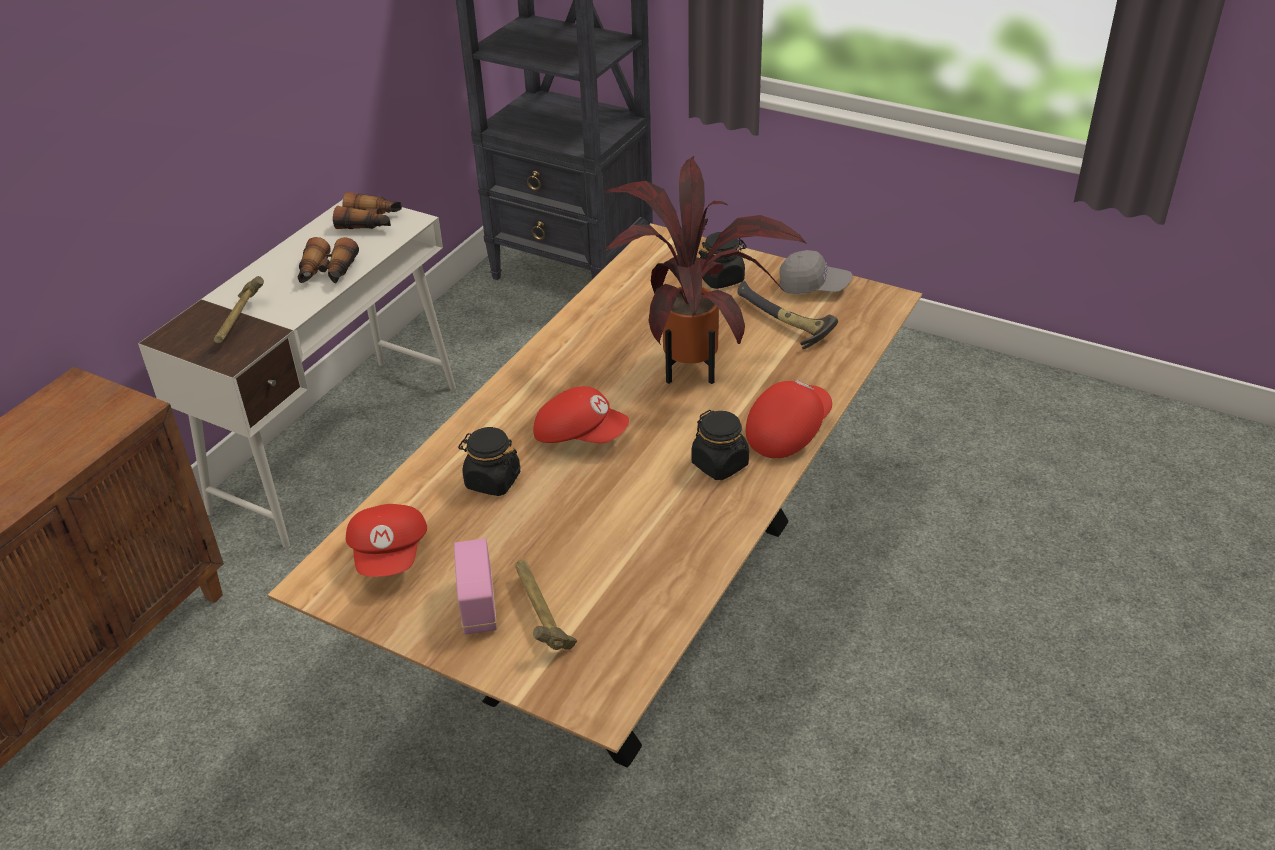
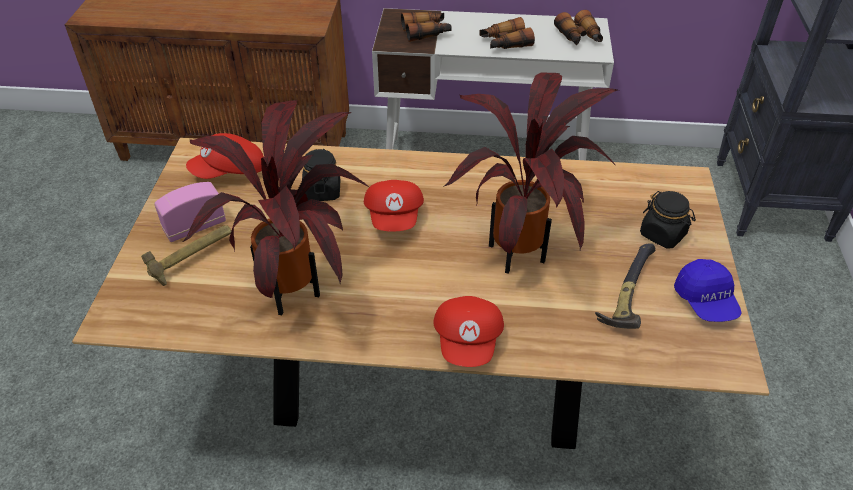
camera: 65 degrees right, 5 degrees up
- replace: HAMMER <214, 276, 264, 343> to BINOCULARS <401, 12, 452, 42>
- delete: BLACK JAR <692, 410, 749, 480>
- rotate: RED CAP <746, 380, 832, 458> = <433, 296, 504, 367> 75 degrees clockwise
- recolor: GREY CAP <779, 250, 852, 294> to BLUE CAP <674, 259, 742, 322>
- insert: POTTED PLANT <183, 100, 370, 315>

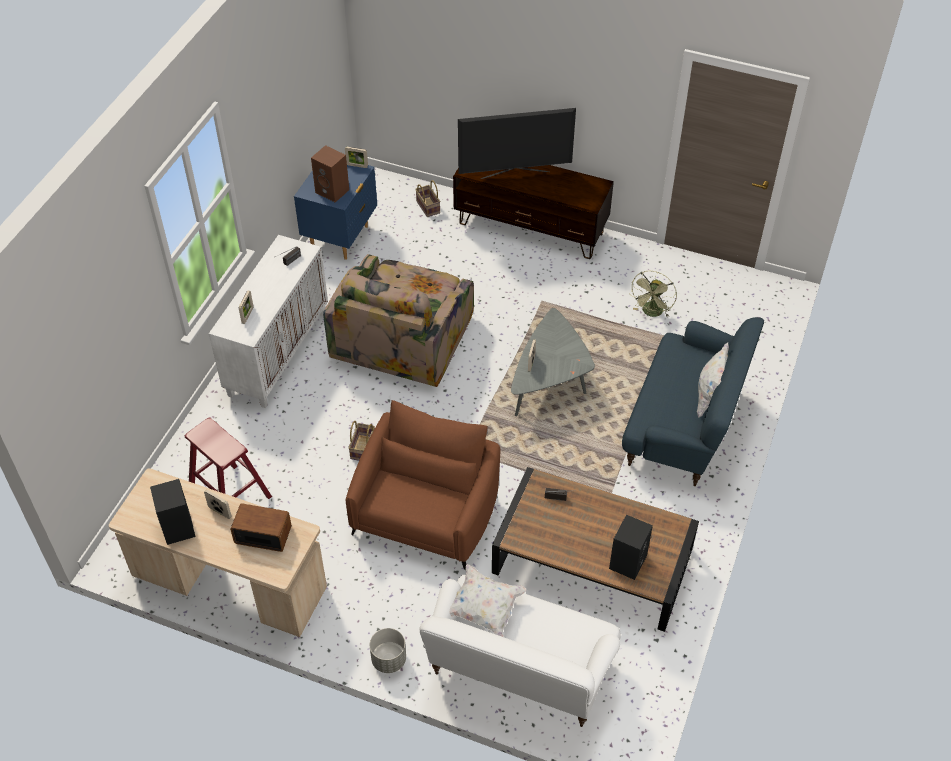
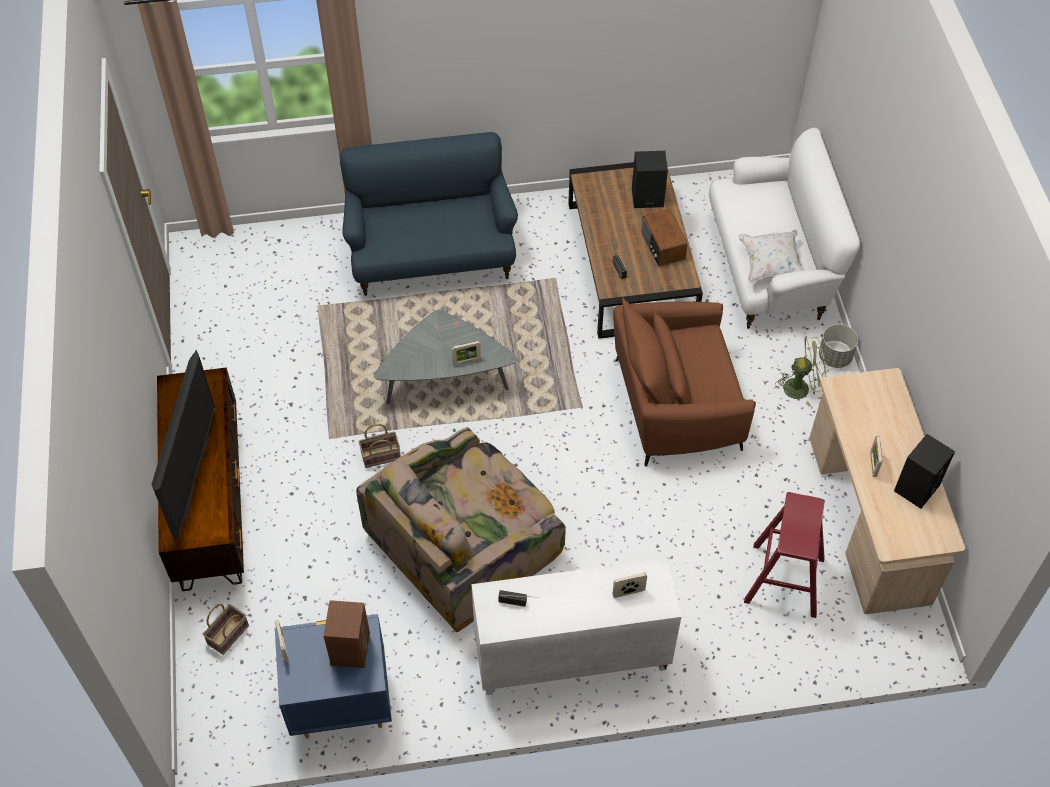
camera: 120 degrees left, 5 degrees up
- move: RADIO <230, 503, 292, 552> to <642, 209, 688, 266>
- rotate: ARMCHAIR <323, 254, 474, 387> = <356, 427, 566, 632> 150 degrees clockwise
- move: BASKET <348, 421, 375, 461> to <358, 424, 401, 468>
- rotate: TELEVISION <458, 108, 576, 179> = <151, 350, 215, 541> 45 degrees clockwise
- move: GREEN FAN <630, 271, 677, 317> to <775, 337, 827, 407>
- delete: WHITE PILLOW <697, 342, 729, 418>

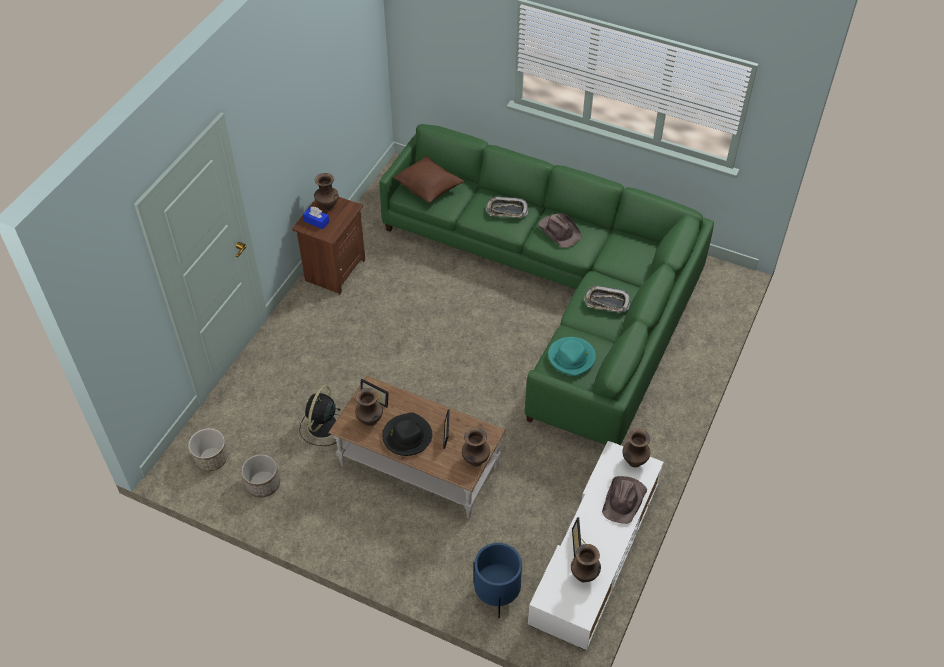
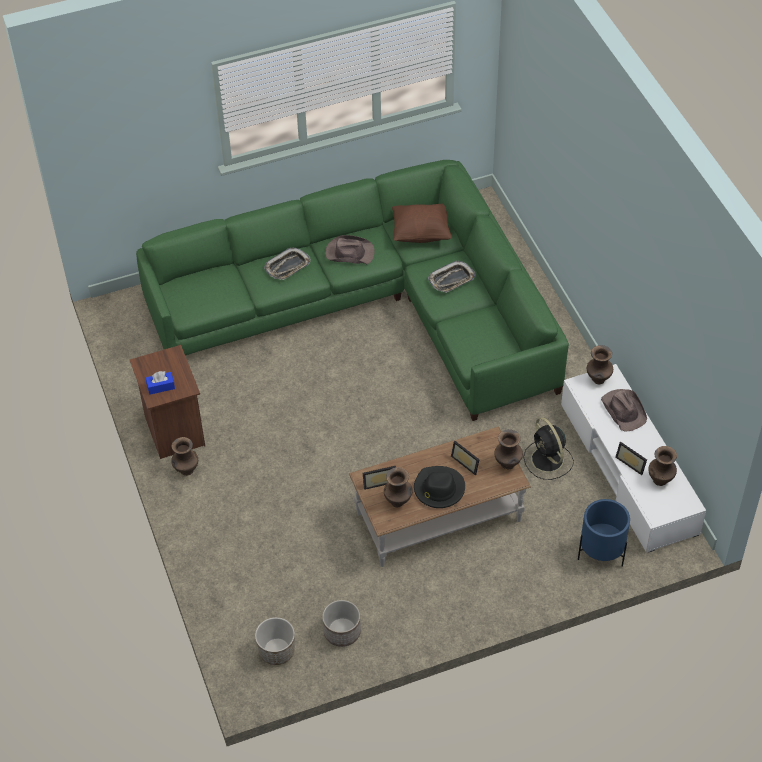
camera: 45 degrees left, 0 degrees up
- move: BLACK FAN <299, 385, 341, 446> to <524, 417, 574, 480>
- move: BROWN VASE <314, 173, 339, 211> to <171, 437, 198, 476>
- move: BROWN PILLOW <394, 156, 464, 202> to <392, 204, 452, 243>
- delete: TURQUOISE HAT <548, 337, 596, 376>

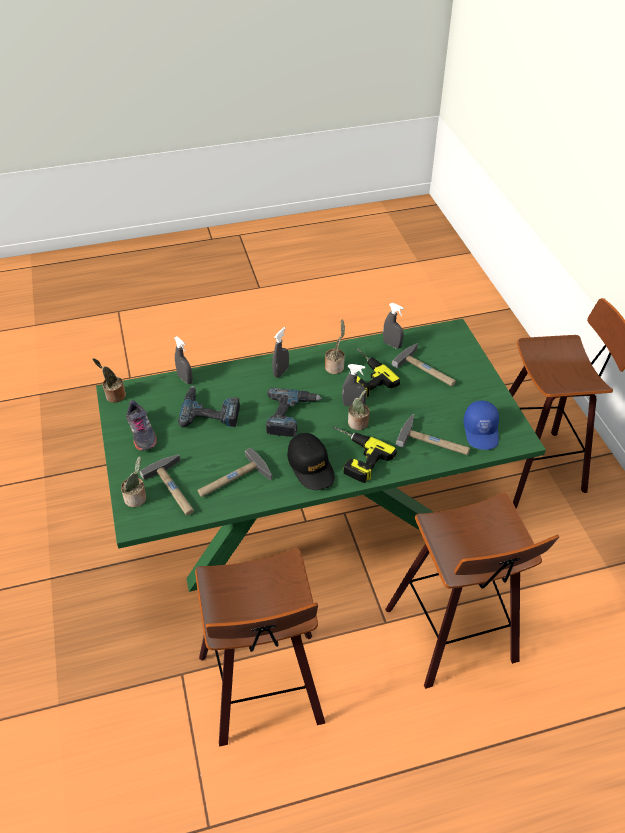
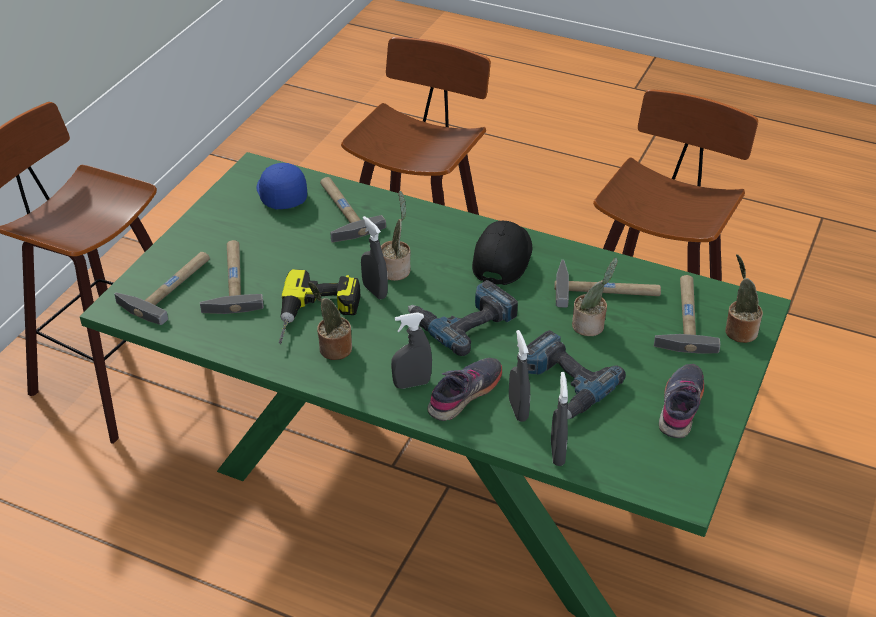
camera: 140 degrees left, 5 degrees down
- move: POTTED PLANT <92, 358, 126, 403> to <572, 258, 618, 336>
- delete: POWER DRILL <333, 426, 397, 483>
- move: GREY SPRAY BOTTLE <383, 303, 404, 349> to <509, 330, 530, 422>
- rotate: BLUE CAP <463, 400, 499, 450> = <257, 163, 307, 209> 60 degrees counterclockwise
- insert: HAMMER <115, 252, 210, 325>
- insert: GREY SHOE <427, 358, 502, 421>

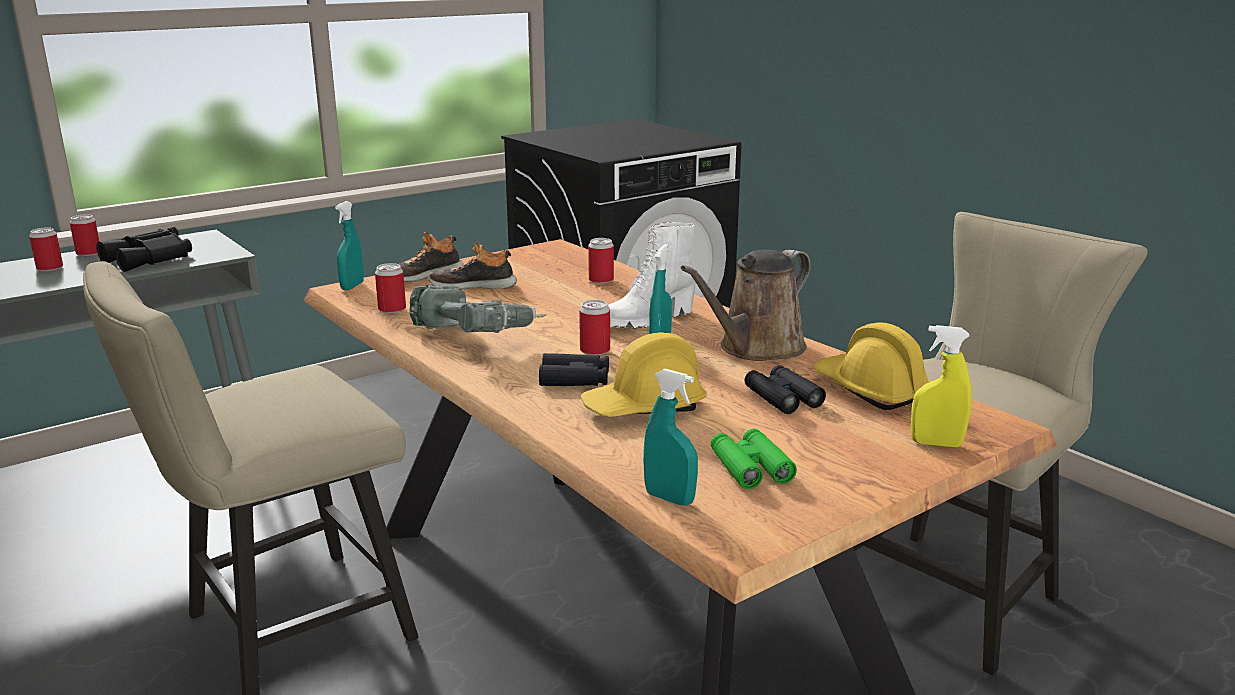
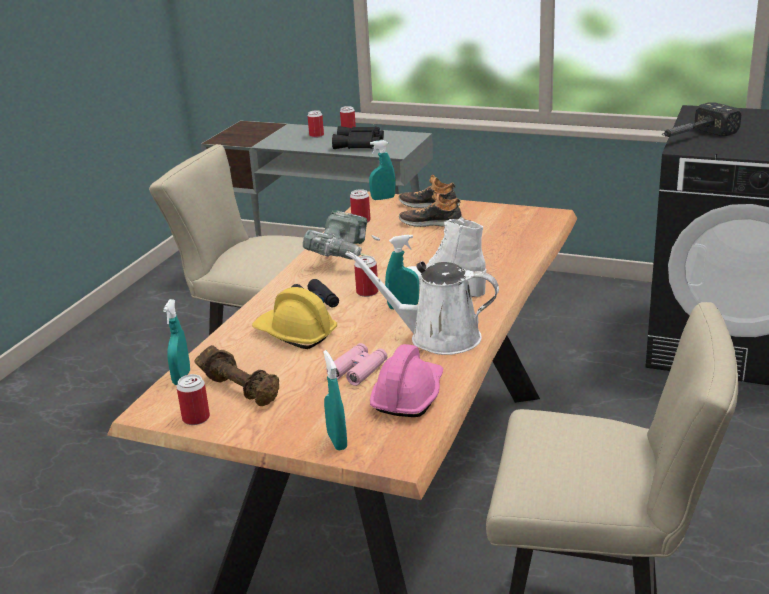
camera: 60 degrees right, 5 degrees up
- rotate: SHOE <428, 242, 517, 290> = <399, 191, 464, 227> 45 degrees counterclockwise
- move: CAN <588, 238, 614, 284> to <177, 374, 210, 425>
- recolor: BROWN WATERING CAN <681, 250, 811, 361> to WHITE WATERING CAN <345, 251, 499, 355>
- replace: GREEN BINOCULARS <711, 429, 797, 489> to BROWN DUMBBELL <195, 345, 279, 406>
- recolor: BLACK BINOCULARS <745, 365, 826, 414> to PINK BINOCULARS <327, 343, 387, 386>
- recolor: YELLOW HARD HAT <813, 322, 931, 410> to PINK HARD HAT <370, 344, 443, 417>
- recolor: YELLOW SPRAY BOTTLE <911, 325, 972, 447> to TURQUOISE SPRAY BOTTLE <323, 350, 347, 451>
- insert: HAMMER <661, 103, 741, 137>

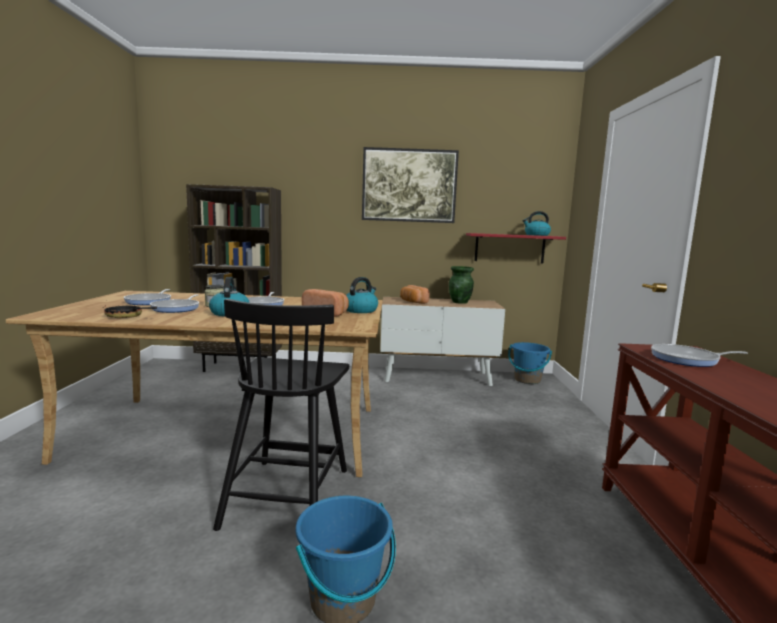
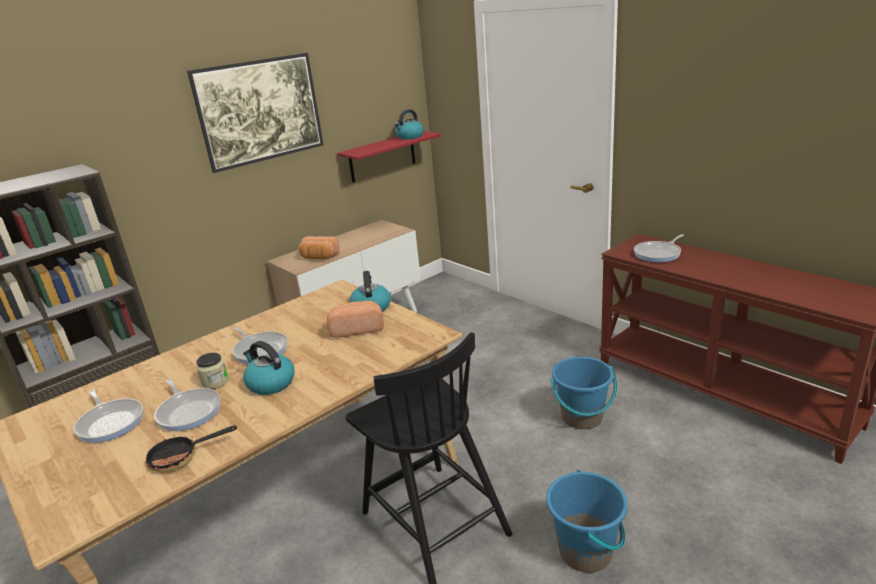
camera: 40 degrees left, 15 degrees up
- delete: GREEN VASE <449, 266, 474, 304>
- move: BLUE BUCKET <508, 342, 552, 384> to <550, 357, 617, 429>

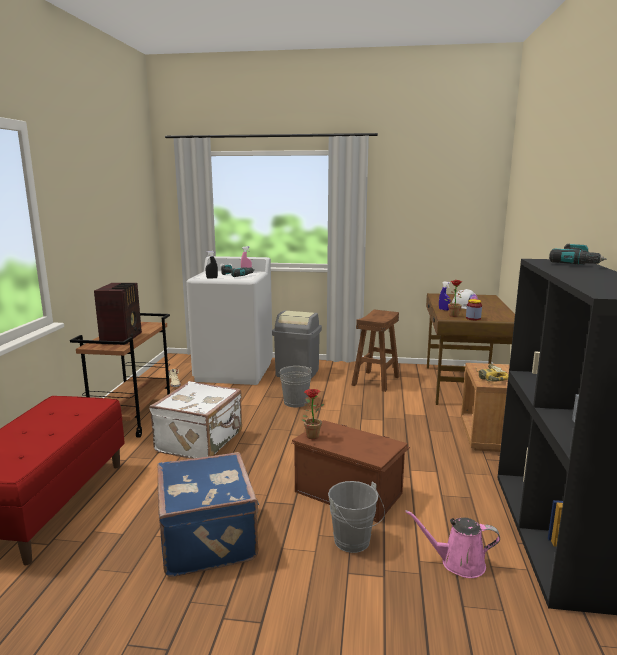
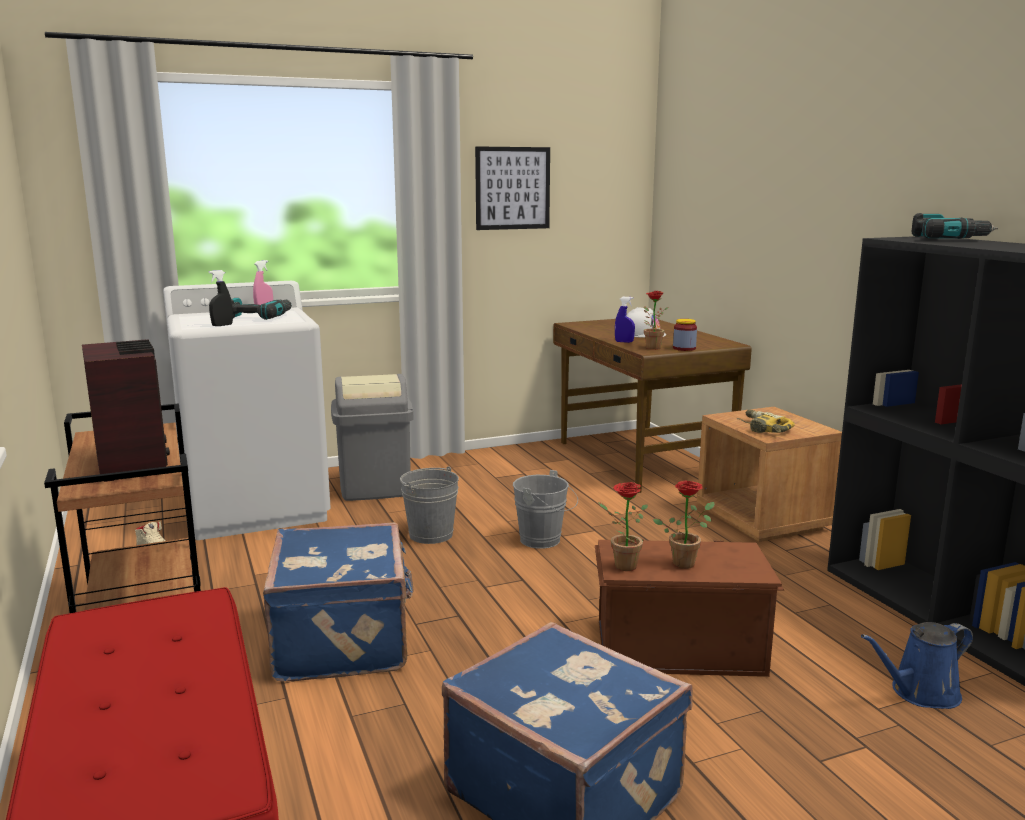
camera: 30 degrees left, 0 degrees up
- recolor: WHITE SUITCASE <149, 381, 242, 459> to BLUE SUITCASE <263, 522, 414, 681>
- move: GREY BUCKET <328, 481, 385, 553> to <513, 470, 578, 549>
- delete: BROWN STOOL <351, 309, 400, 392>
- recolor: PINK WATERING CAN <405, 510, 500, 578> to BLUE WATERING CAN <861, 622, 973, 709>
- insert: PICTURE <475, 146, 550, 230>
- insert: POTTED PLANT <653, 480, 715, 569>

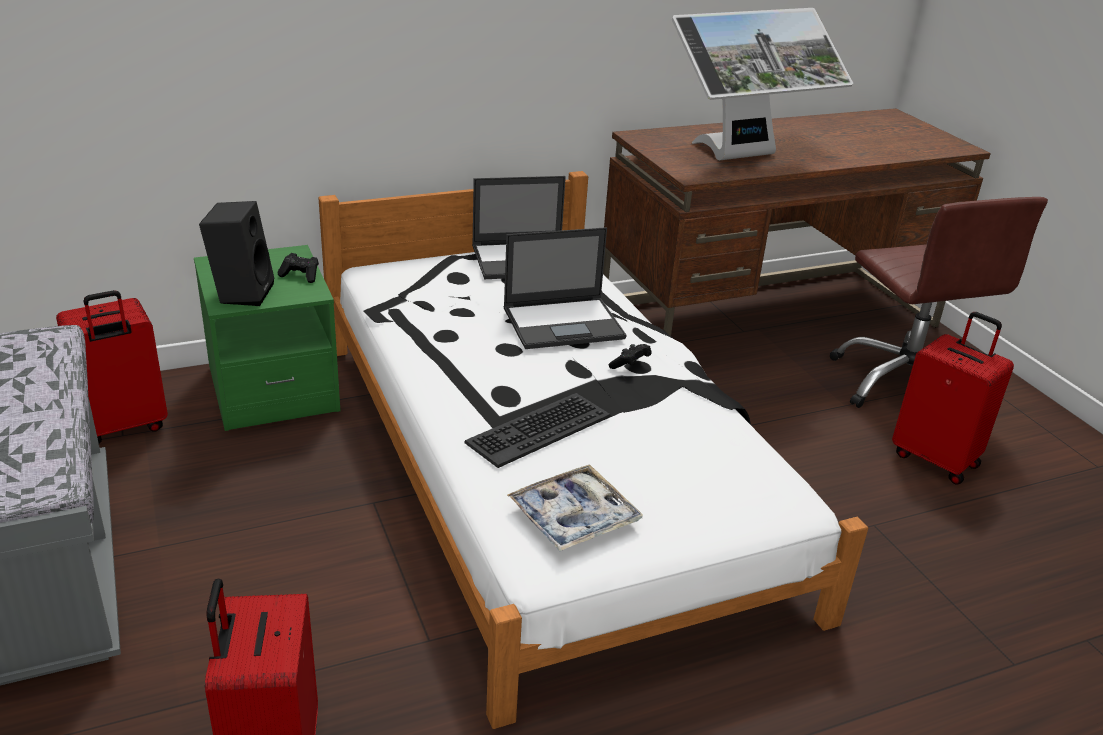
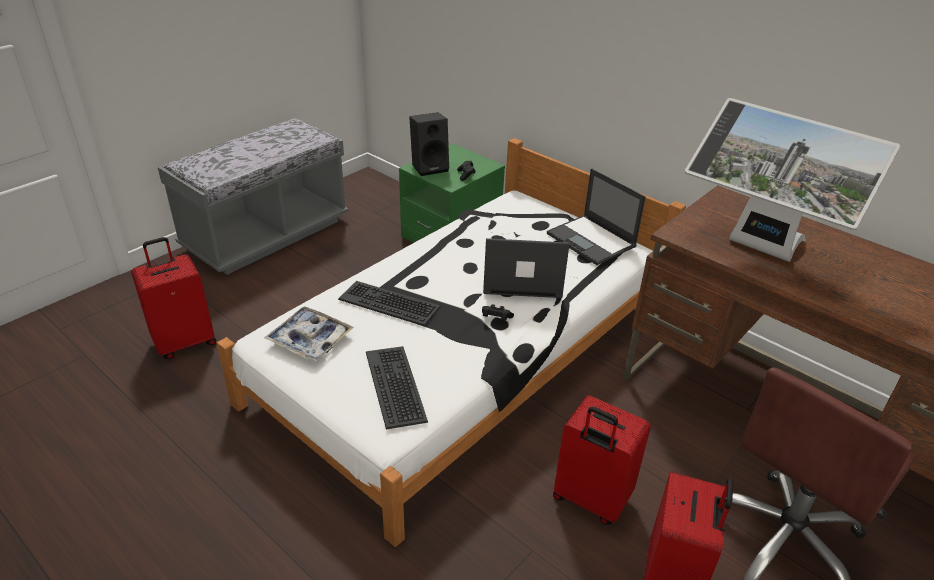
camera: 65 degrees right, 5 degrees up
- move: RED SUITCASE <56, 290, 168, 444> to <553, 395, 651, 525>
- rotate: LAPTOP <504, 227, 627, 349> = <483, 238, 570, 298> 135 degrees clockwise
- insert: KEYBOARD <366, 346, 428, 429>

